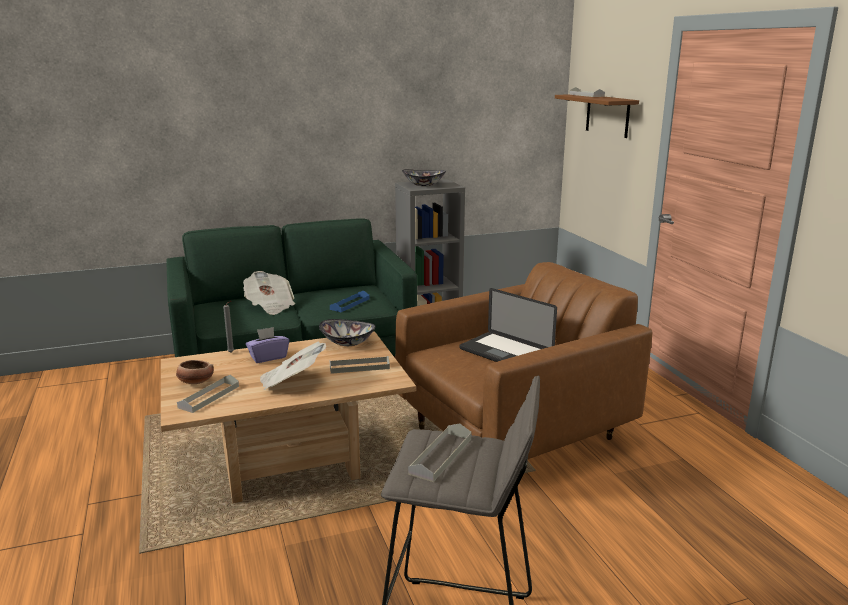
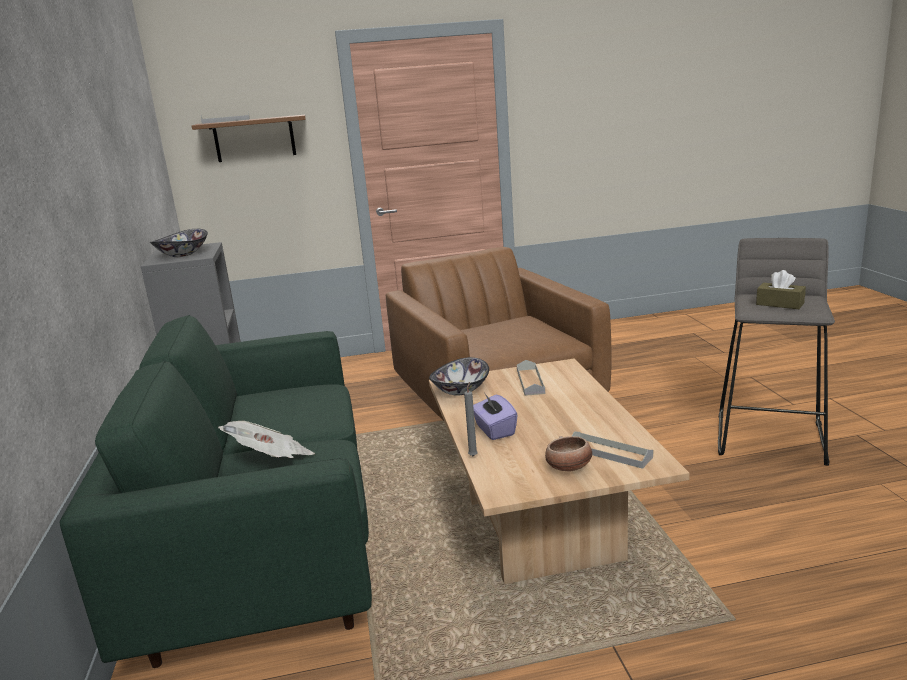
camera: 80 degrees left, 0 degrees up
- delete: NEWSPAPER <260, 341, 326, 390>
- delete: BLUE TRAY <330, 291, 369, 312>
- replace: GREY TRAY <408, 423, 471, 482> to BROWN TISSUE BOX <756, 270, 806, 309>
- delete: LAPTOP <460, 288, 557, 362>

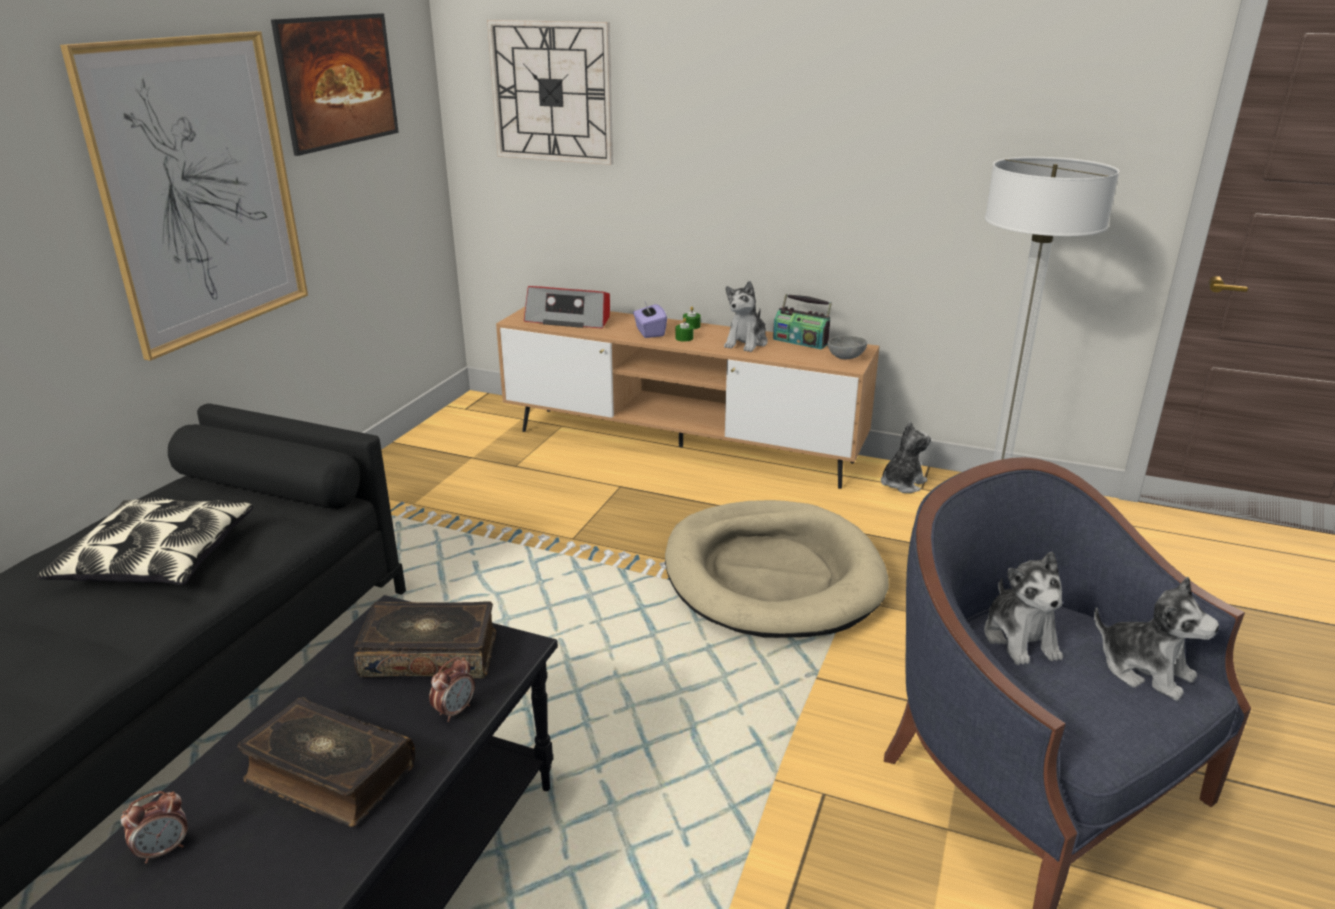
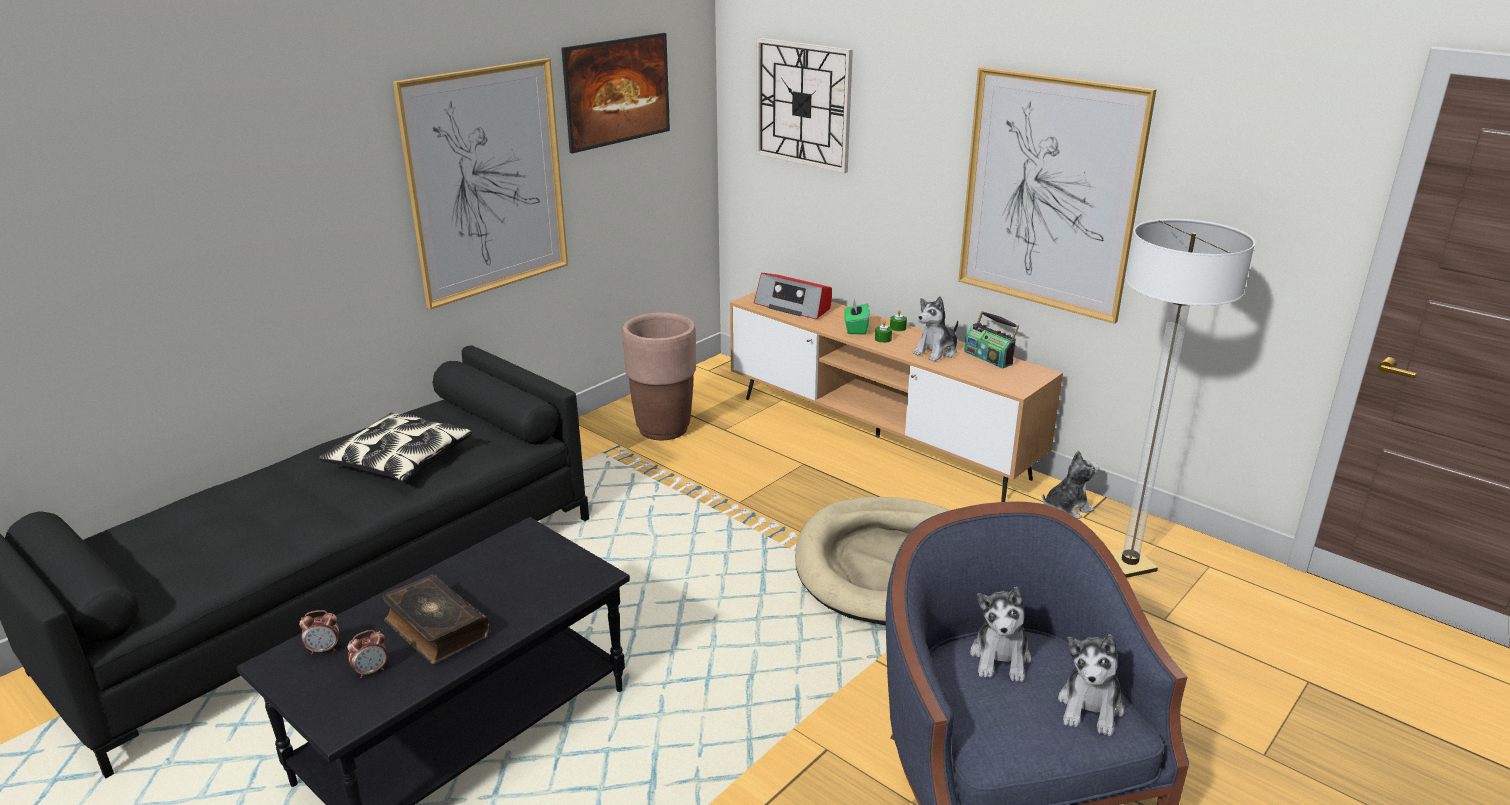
camera: 20 degrees right, 0 degrees up
- delete: BOOK <354, 602, 496, 678>
- move: ALARM CLOCK <429, 657, 475, 722> to <347, 630, 388, 678>
- recolor: PURPLE TISSUE BOX <633, 302, 667, 338> to GREEN TISSUE BOX <844, 299, 870, 335>
- delete: GREY BOWL <827, 336, 867, 359>
- rotate: PLUSH TOY <1094, 577, 1219, 701> = <1058, 635, 1124, 736> 45 degrees clockwise
- insert: BROWN PLANTER <622, 312, 696, 440>
- insert: PICTURE <958, 67, 1157, 324>

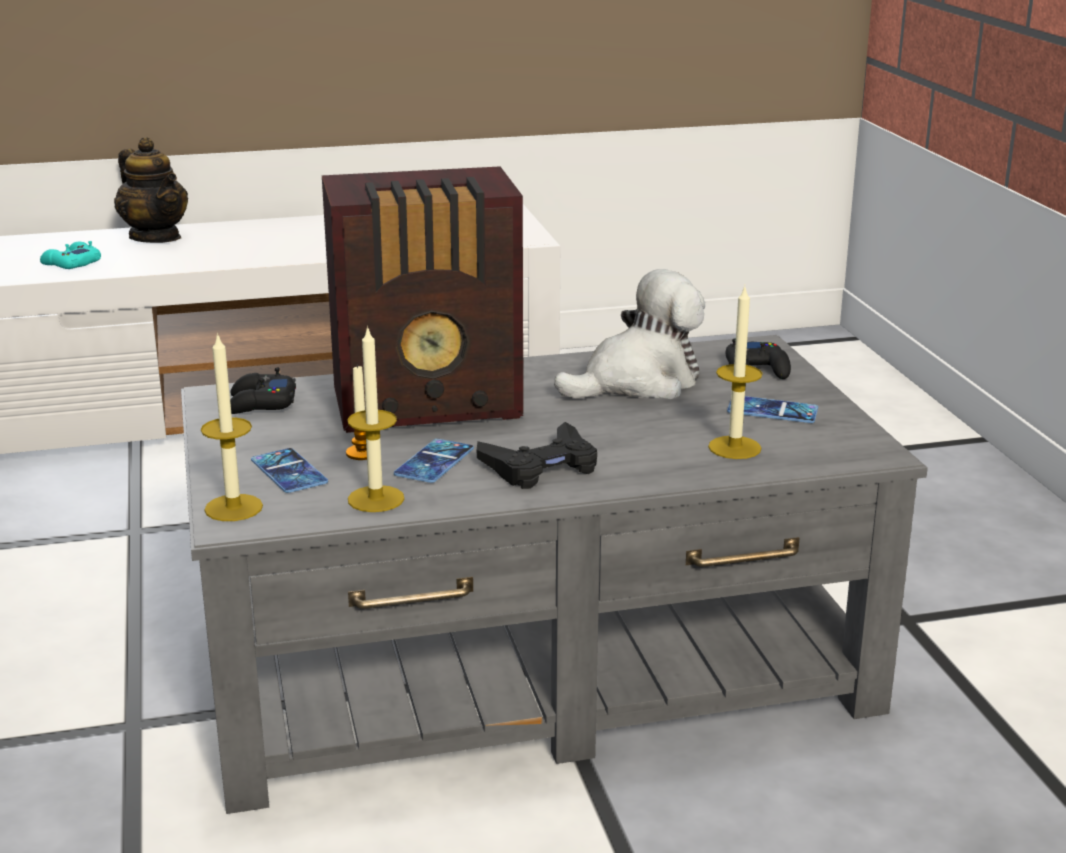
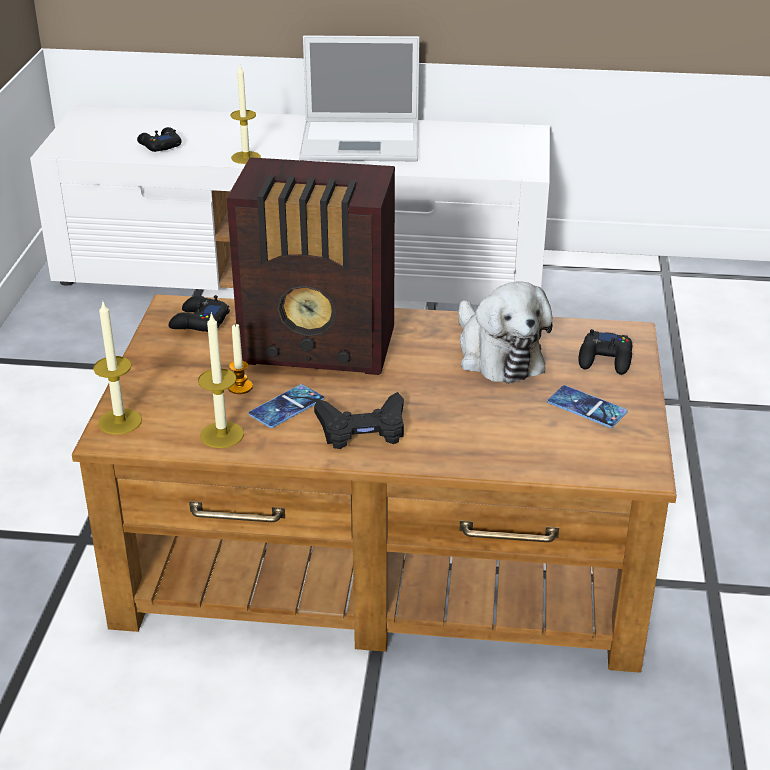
camera: 20 degrees right, 10 degrees up
- recolor: TURQUOISE GAME CONTROLLER <40, 241, 101, 269> to BLACK GAME CONTROLLER <137, 127, 182, 152>
- delete: TEAPOT <114, 137, 188, 243>
- recolor: GREY COFFEE TABLE <181, 335, 928, 814> to BROWN COFFEE TABLE <72, 294, 677, 673>
- delete: PHONE <251, 448, 328, 493>
- rotate: PLUSH TOY <554, 269, 705, 399> = <458, 282, 553, 384> 75 degrees clockwise
- move: CANDLE <708, 286, 763, 459> to <230, 66, 261, 164>
- insert: LAPTOP <299, 35, 420, 161>

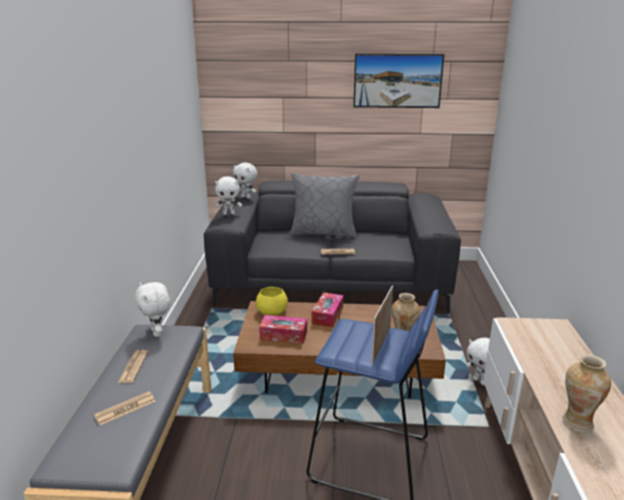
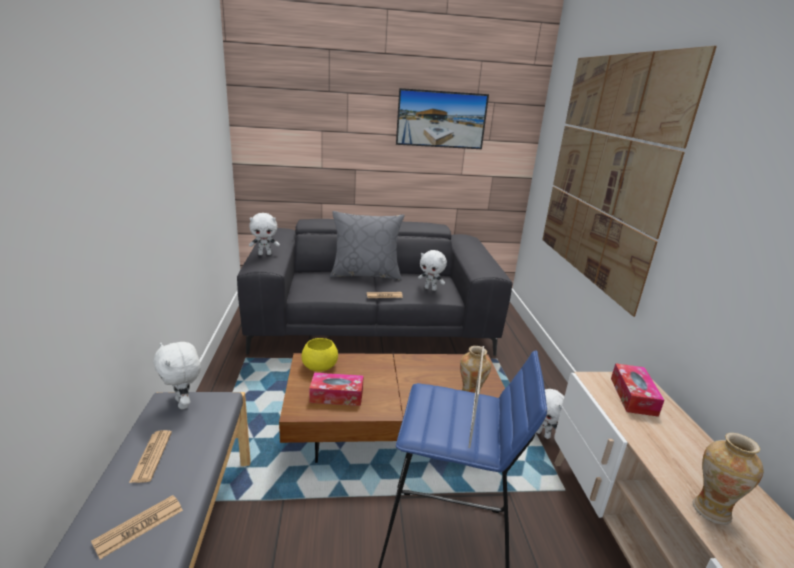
camera: 10 degrees left, 0 degrees up
- move: WHITE PLUSH TOY <233, 163, 258, 199> to <418, 250, 447, 291>
- move: TISSUE BOX <312, 292, 344, 327> to <611, 363, 665, 417>
- insert: PICTURE <542, 46, 717, 317>

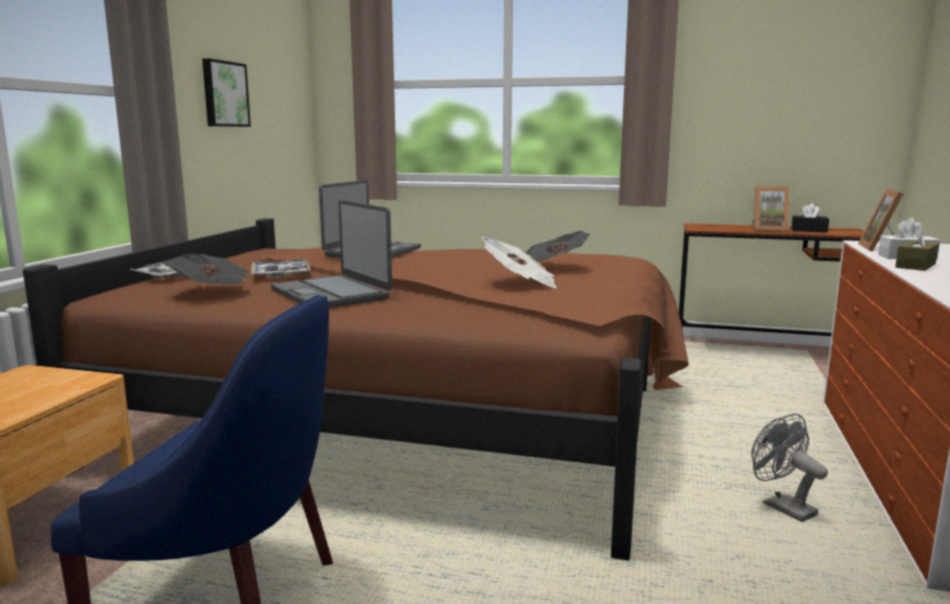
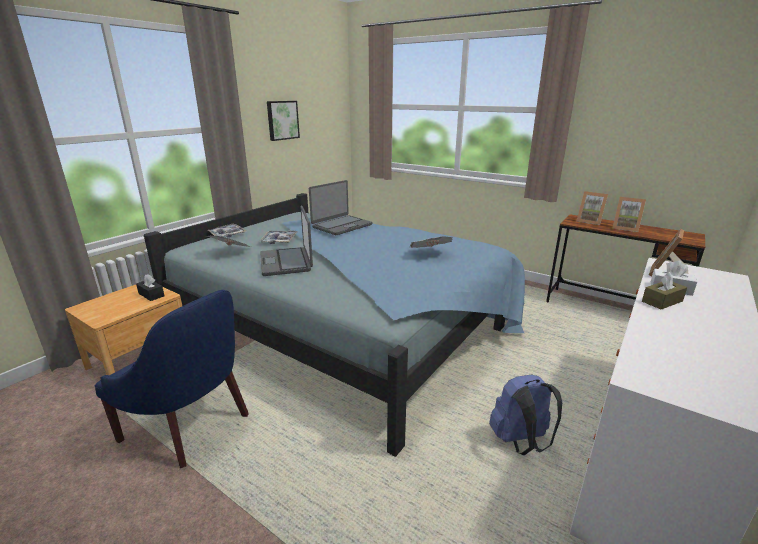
camera: 20 degrees right, 10 degrees up
- recolor: BROWN BED <23, 218, 689, 561> to BLUE BED <144, 193, 525, 457>
- delete: NEWSPAPER <481, 237, 557, 288>
- replace: GREY FAN <751, 414, 828, 522> to BLUE BACKPACK <489, 375, 562, 455>
- move: BLACK TISSUE BOX <792, 203, 829, 233> to <136, 274, 164, 301>
- insert: PICTURE FRAME <577, 191, 608, 225>

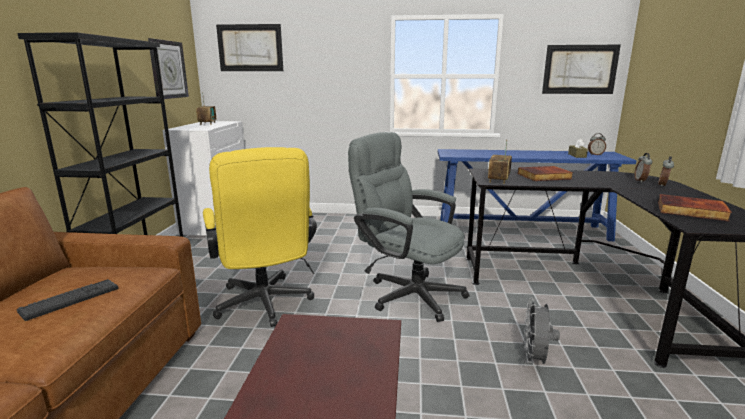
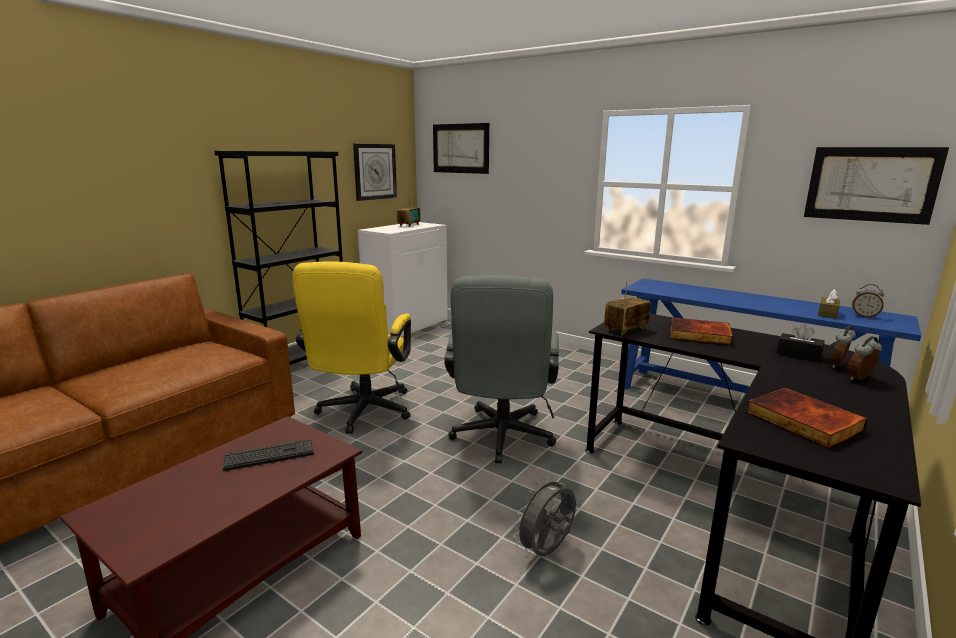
camera: 30 degrees right, 0 degrees up
- move: KEYBOARD <17, 279, 119, 321> to <223, 440, 314, 471>
- rotate: GREY OFFICE CHAIR <348, 132, 469, 322> = <444, 275, 559, 464> 150 degrees counterclockwise
- insert: BLACK TISSUE BOX <777, 324, 825, 361>

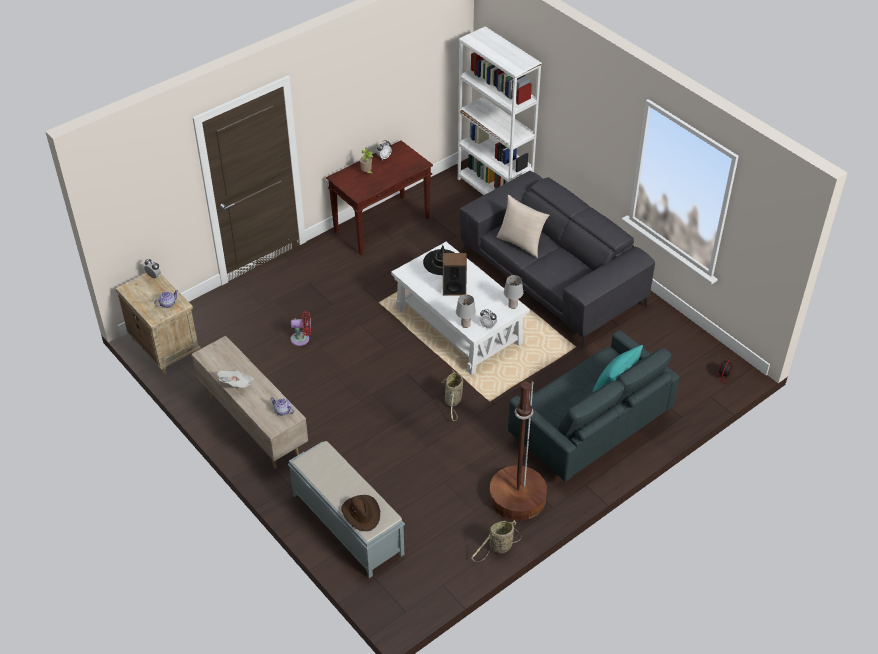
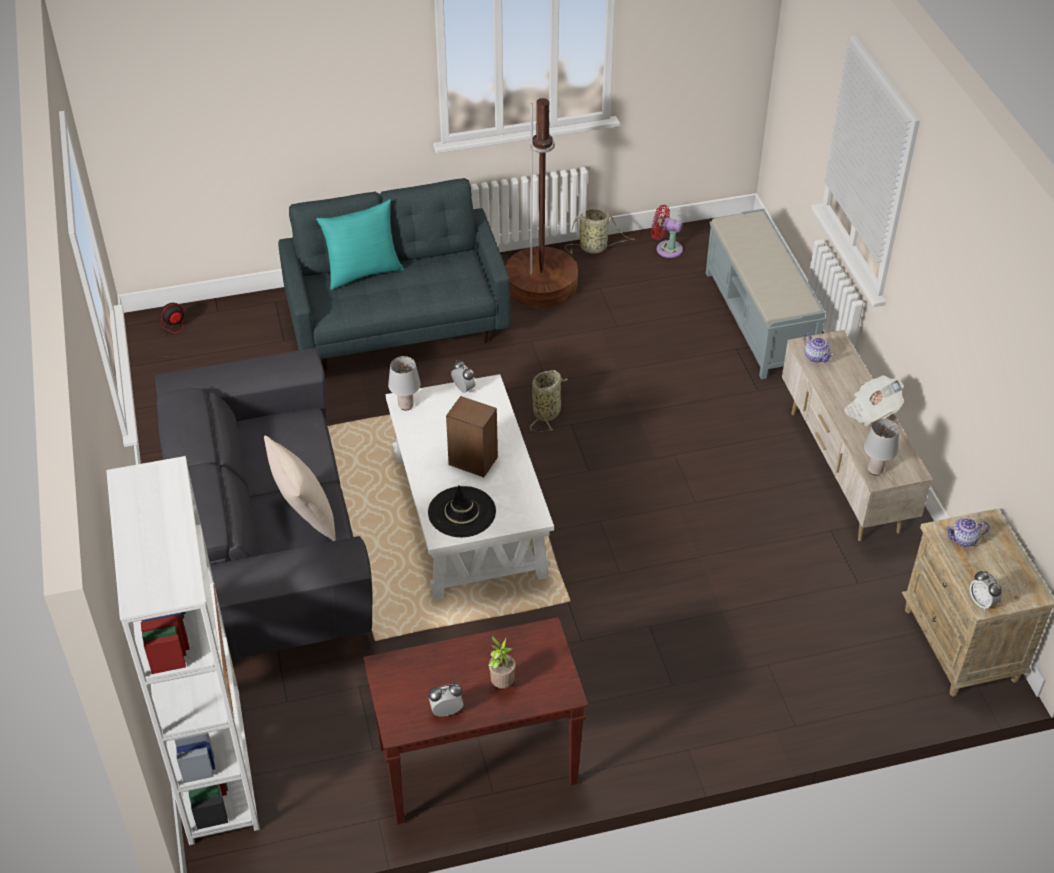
camera: 155 degrees left, 0 degrees up
- move: RED FAN <290, 311, 311, 346> to <651, 205, 683, 258>
- delete: BROWN HAT <341, 495, 380, 531>
- move: GREY TABLE LAMP <456, 294, 476, 328> to <864, 419, 899, 475>

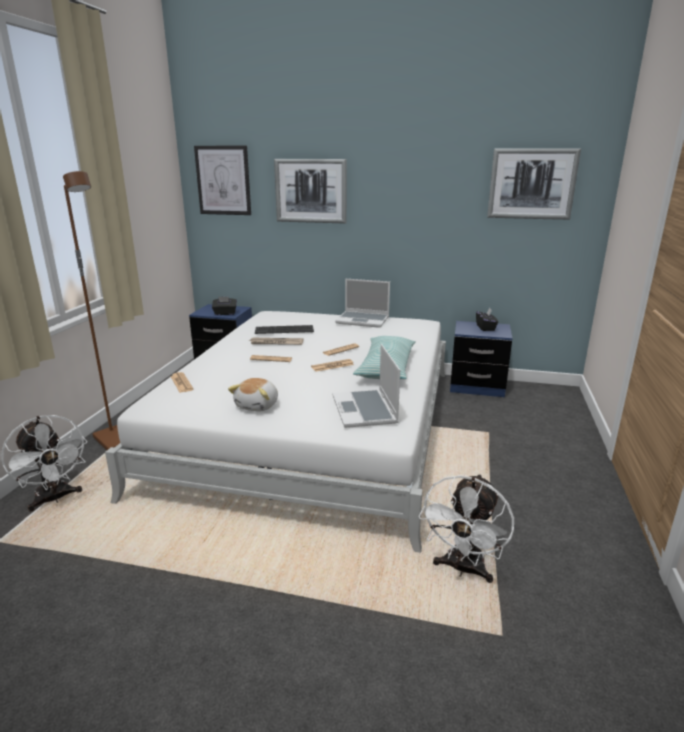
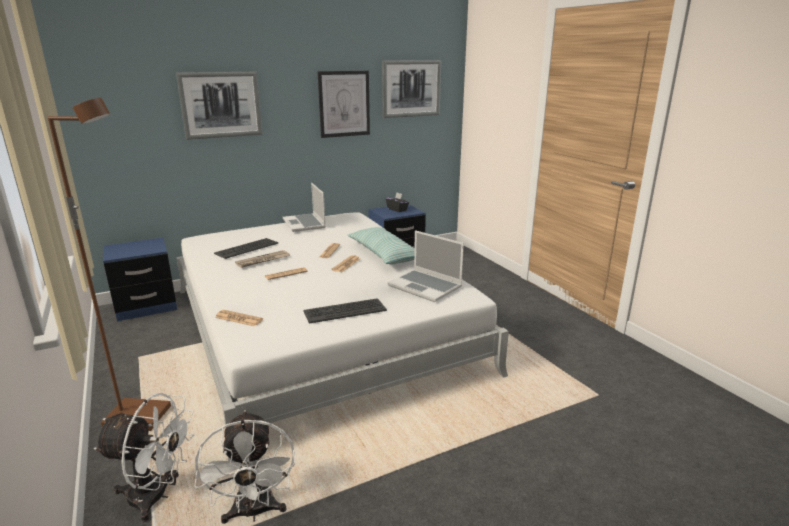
camera: 40 degrees left, 0 degrees up
- move: PICTURE <194, 146, 251, 215> to <318, 71, 370, 138>
- delete: BLACK TISSUE BOX <212, 296, 237, 315>
- replace: PLUSH TOY <228, 378, 278, 412> to KEYBOARD <304, 298, 387, 324>
- rotate: LAPTOP <335, 279, 390, 328> = <283, 183, 326, 232> 90 degrees clockwise
- move: WHITE FAN <419, 474, 514, 583> to <194, 410, 295, 524>

